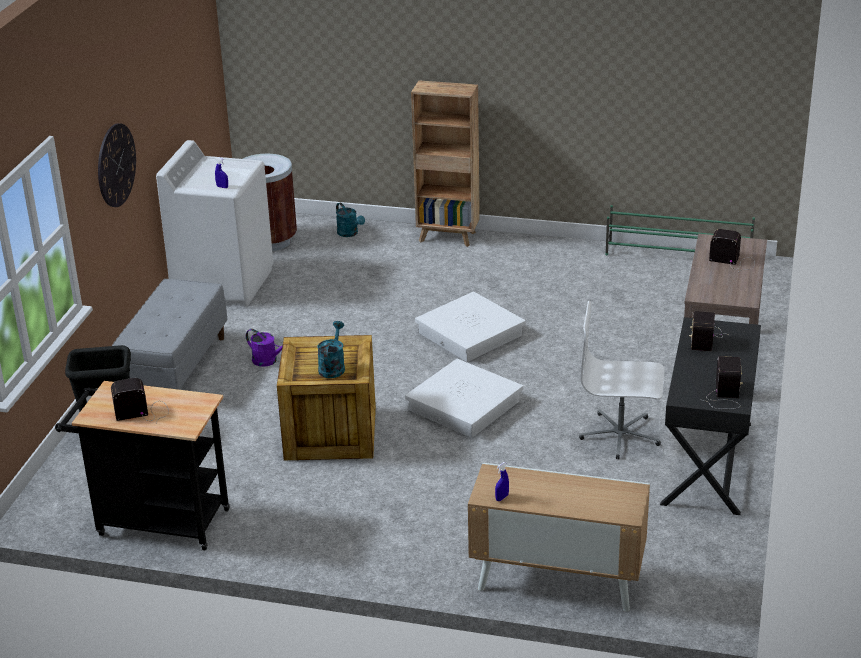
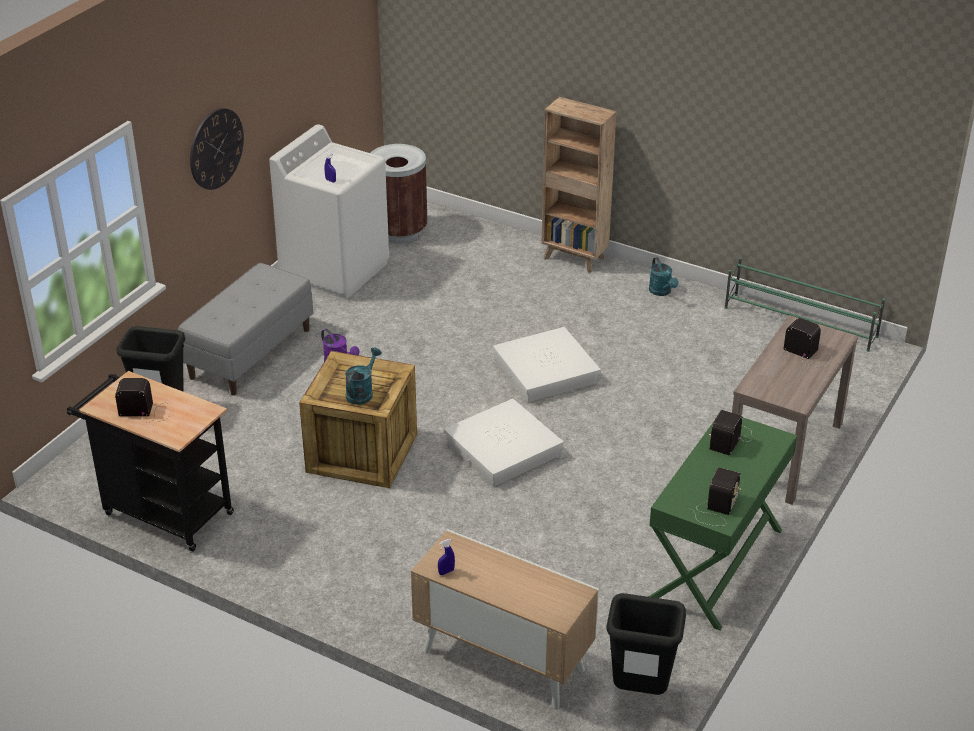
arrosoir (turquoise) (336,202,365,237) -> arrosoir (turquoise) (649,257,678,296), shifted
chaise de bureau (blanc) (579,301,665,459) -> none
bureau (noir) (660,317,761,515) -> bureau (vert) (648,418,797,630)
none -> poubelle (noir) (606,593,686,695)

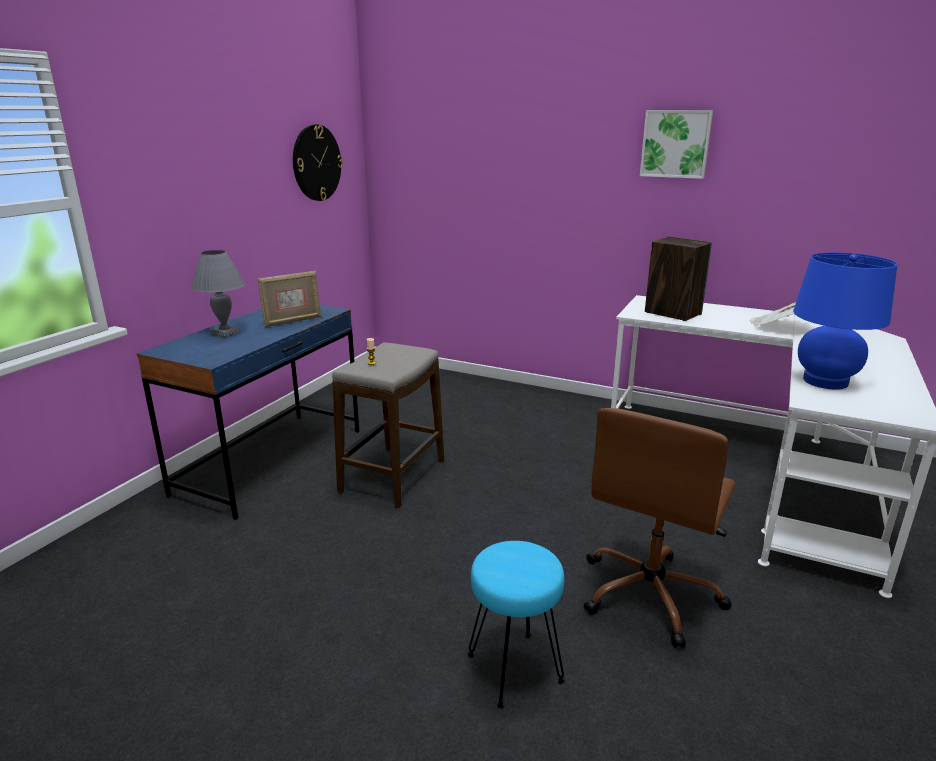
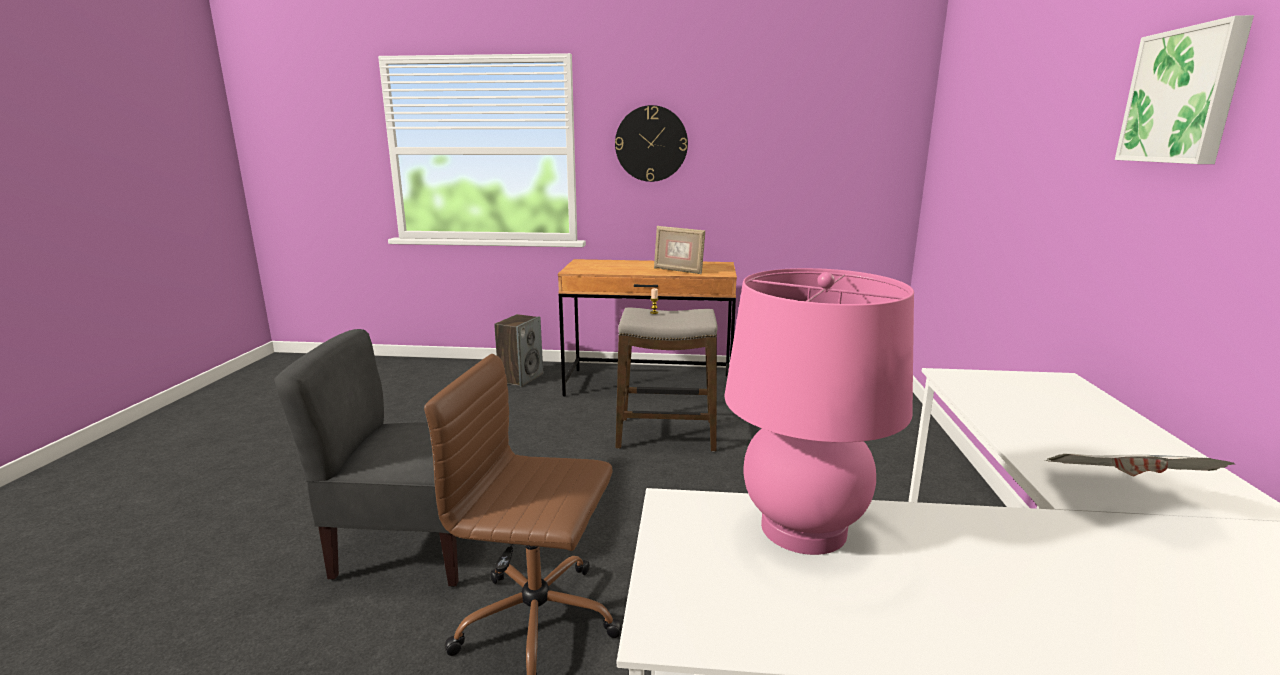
bureau (bleu) (137,305,359,520) -> bureau (marron) (558,259,737,397)
lampe de table (gris) (191,250,245,338) -> none
horloge murale (293,124,343,201) -> horloge murale (615,105,688,182), shifted
tabouret (turquoise) (467,541,565,709) -> chaise (gris) (274,329,459,587)
enceinte (645,236,712,321) -> enceinte (494,314,543,387), shifted
lampe de table (bleu) (793,252,898,389) -> lampe de table (rose) (725,268,914,555)

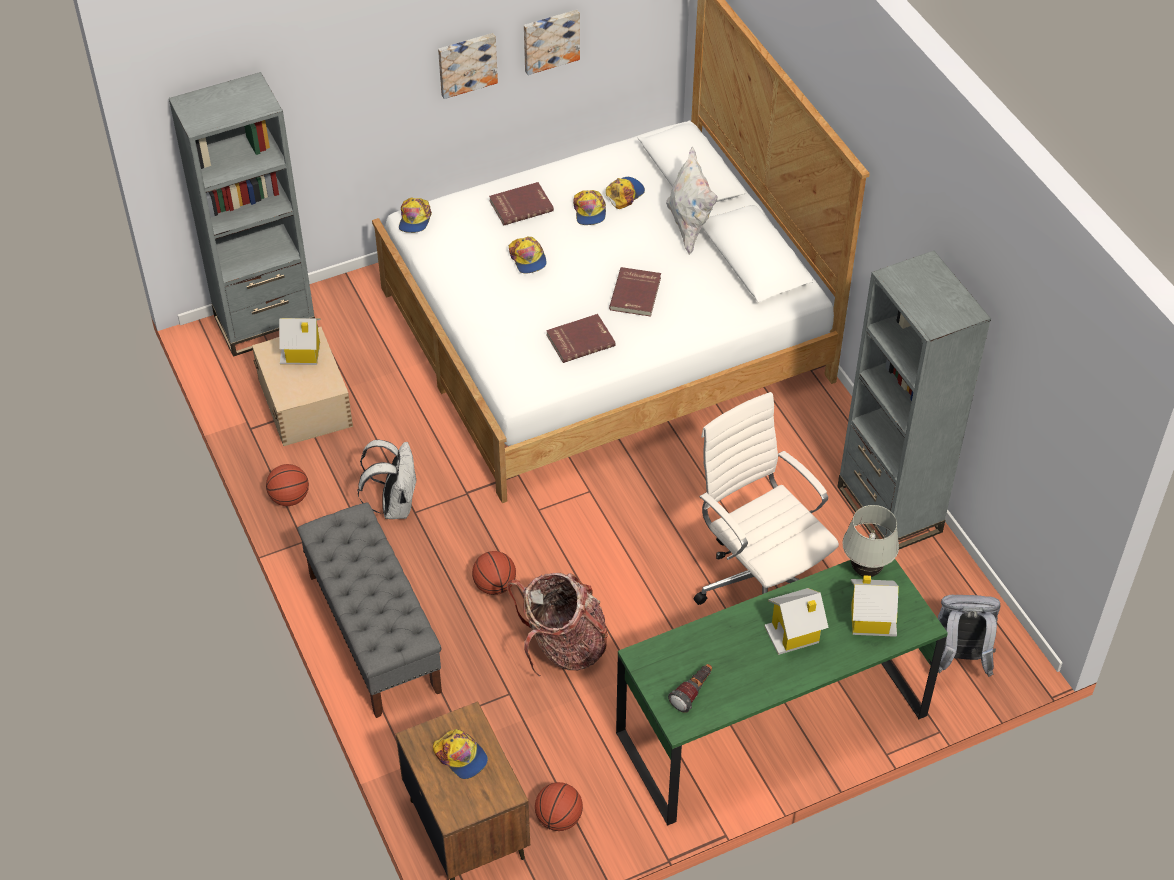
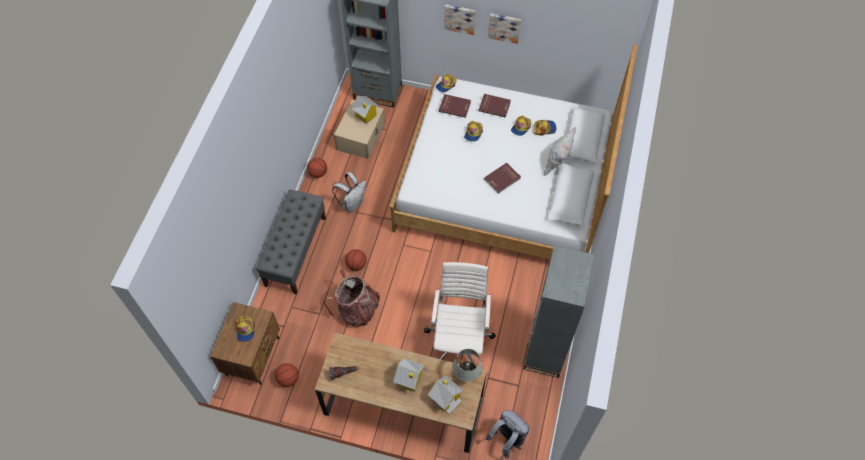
tableau (524,10,580,75) -> tableau (444,4,476,35), shifted
livre (rouge) (546,314,616,363) -> livre (rouge) (439,94,471,118), shifted
bureau (vert) (616,559,948,826) -> bureau (marron) (315,333,487,453)

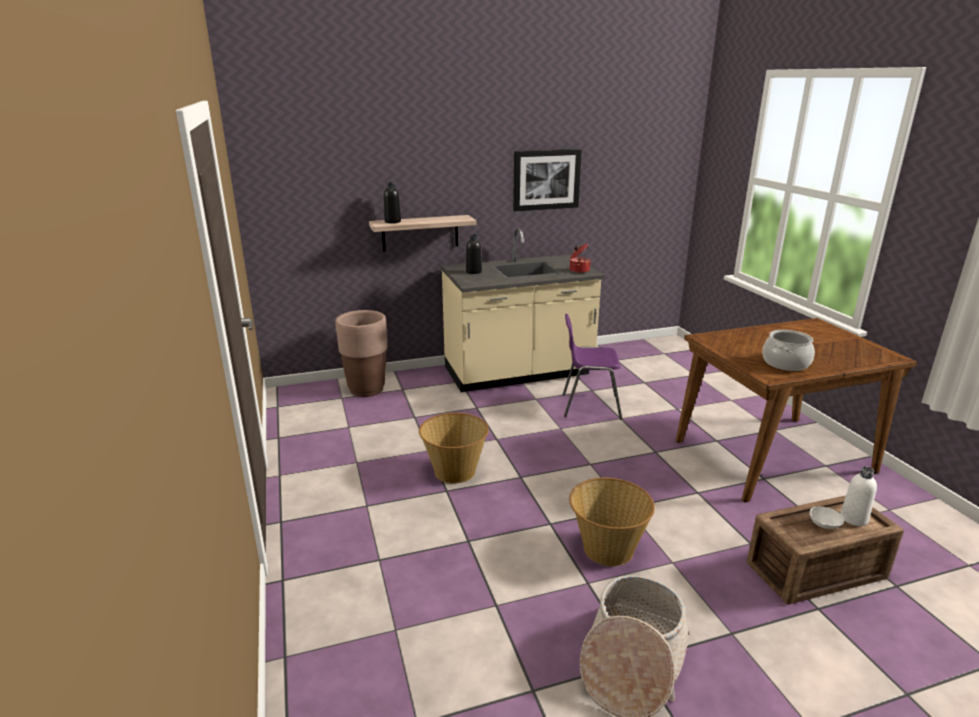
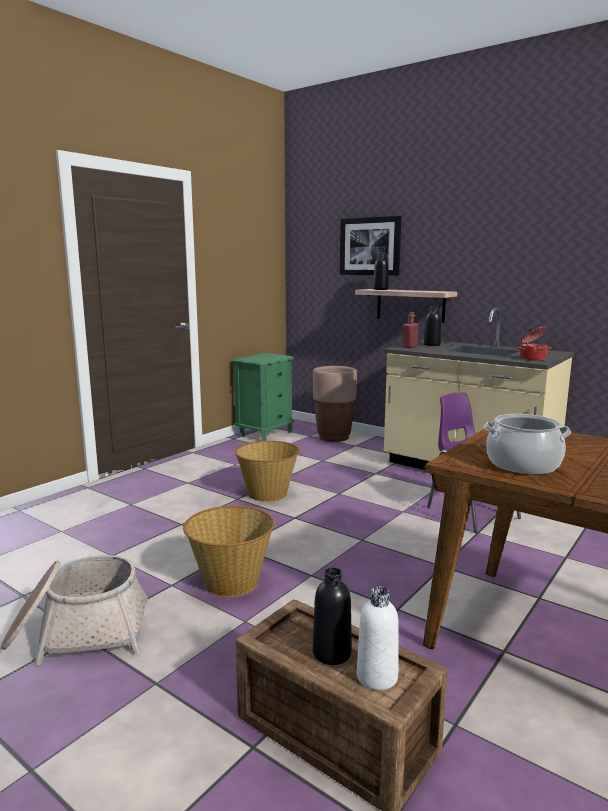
tableau (513,149,582,211) -> tableau (340,216,401,276), shifted
bol (blanc) (810,506,844,529) -> bouteille (noir) (313,567,352,665)
none -> table de chevet (vert) (233,353,294,441)
none -> bouteille (rouge) (402,312,419,348)

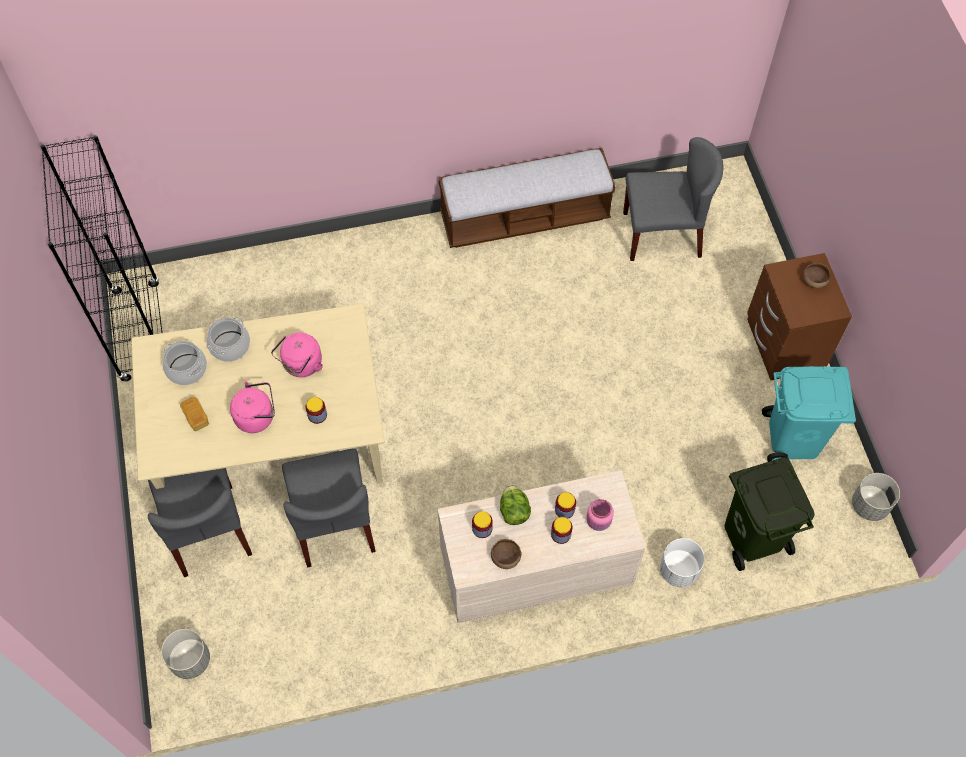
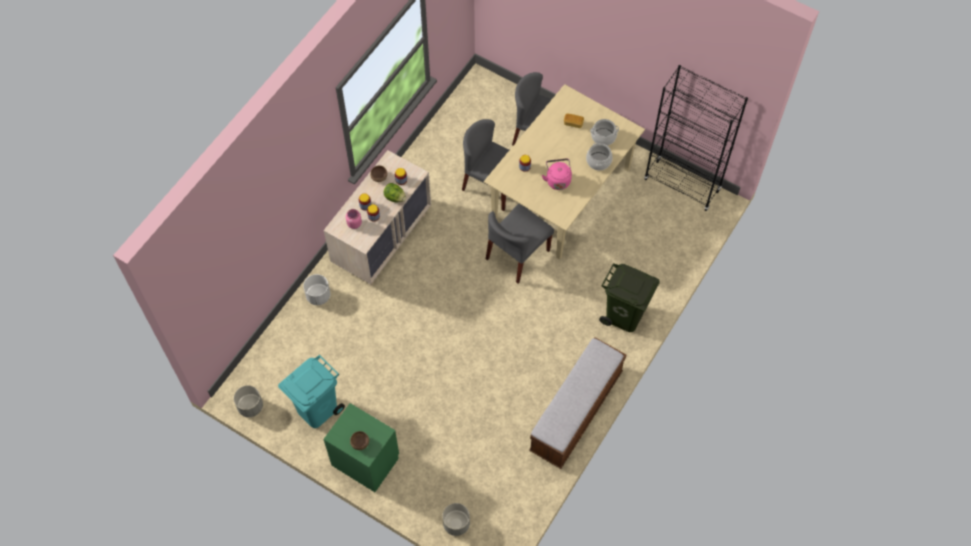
cache-pot (gris) (161,629,210,679) -> cache-pot (gris) (442,503,470,536), shifted
bouilloire (rose) (230,381,275,433) -> none
chaise (gris) (623,137,723,261) -> chaise (gris) (486,204,554,284), shifted
poubelle (vert) (725,457,814,571) -> poubelle (vert) (599,263,660,332), shifted
table de chevet (marron) (747,253,852,380) -> table de chevet (vert) (323,403,399,492)

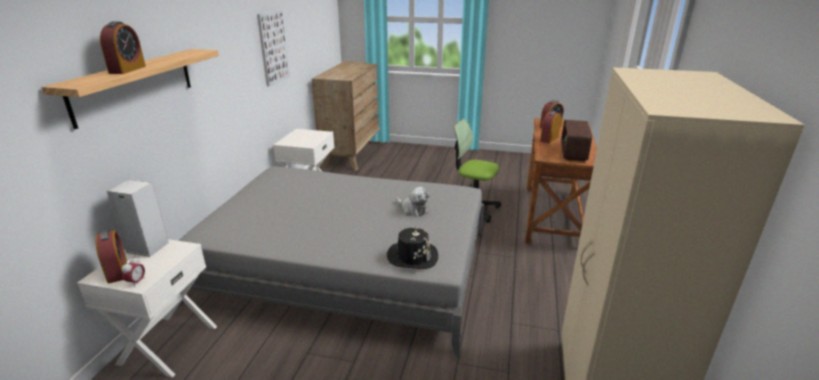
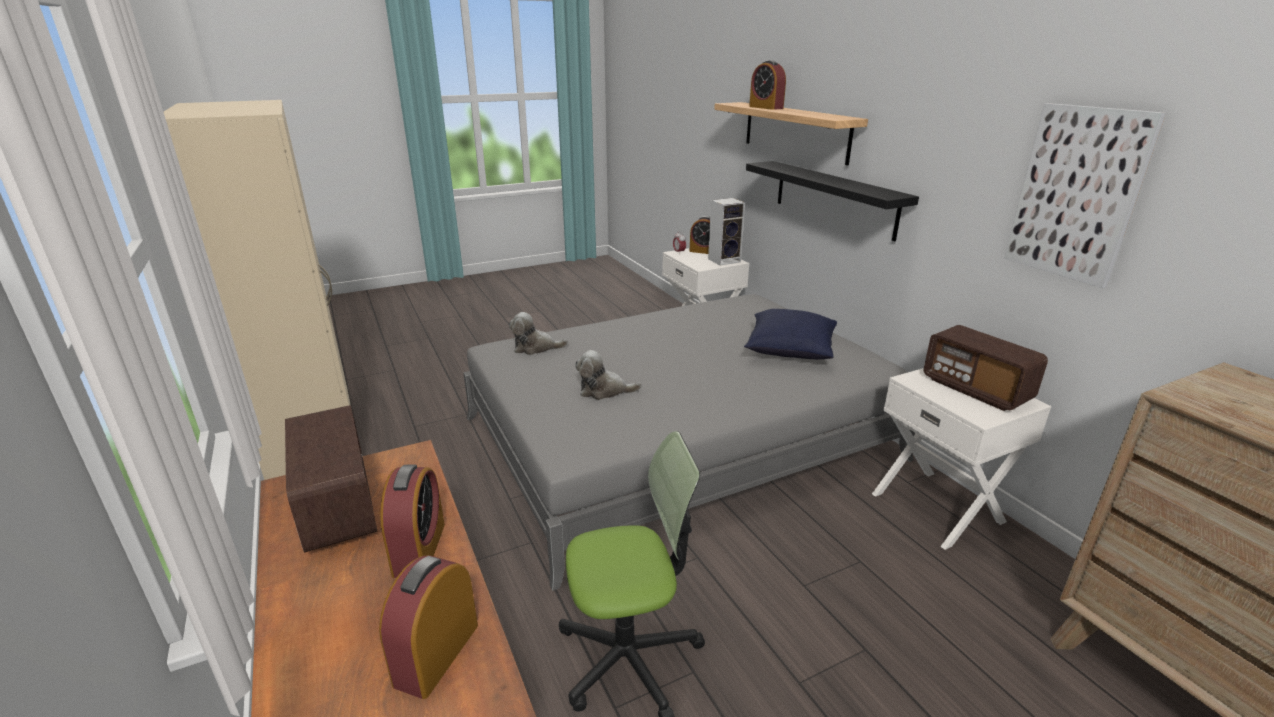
chapeau (noir) (387,227,438,269) -> peluche (509,312,568,355)
none -> coussin (bleu) (744,309,837,359)
none -> étagère (noir) (746,161,919,241)
none -> radio (924,325,1048,411)

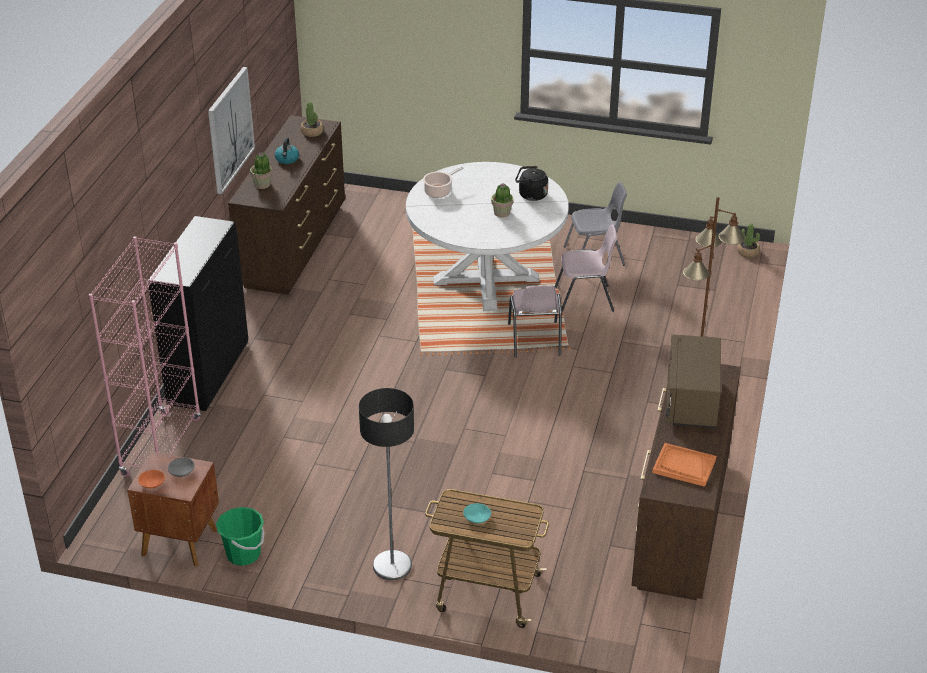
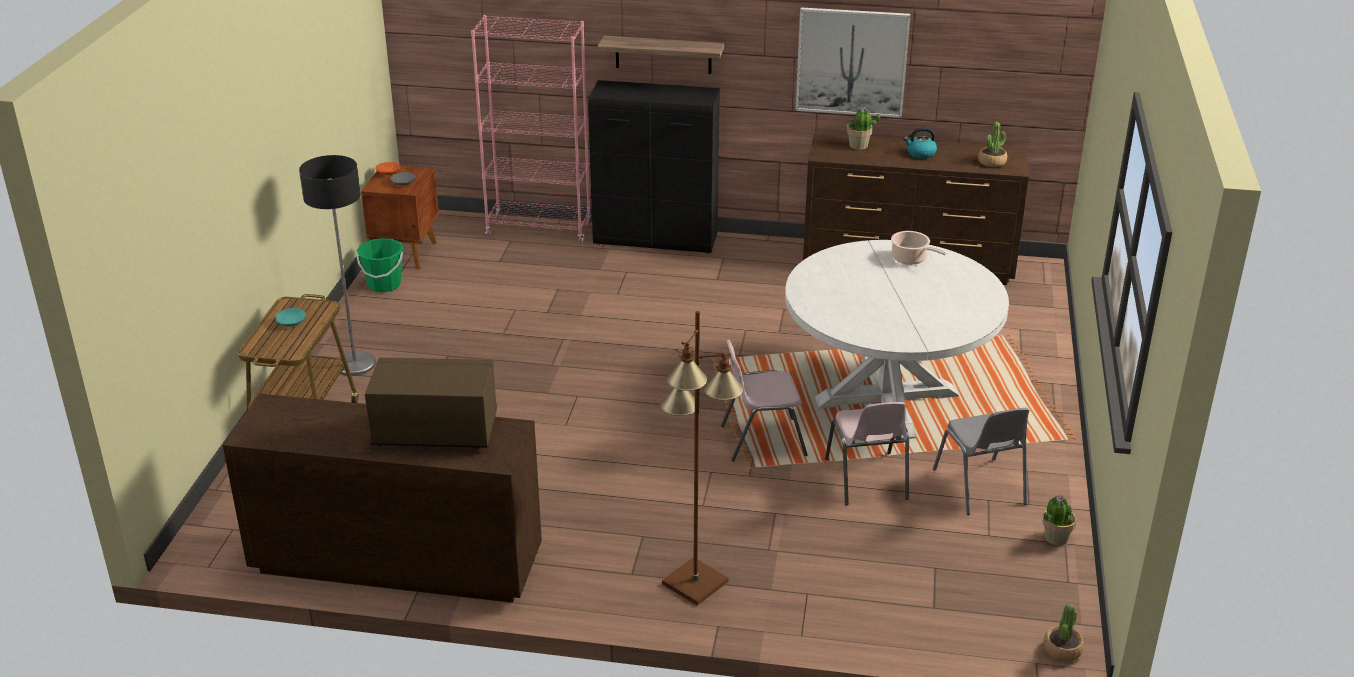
plante en pot (491,183,513,218) -> plante en pot (1043,495,1077,545), shifted
bouilloire (noir) (515,166,548,201) -> none
plateau (orange) (652,443,716,487) -> none
none -> étagère (597,36,724,74)

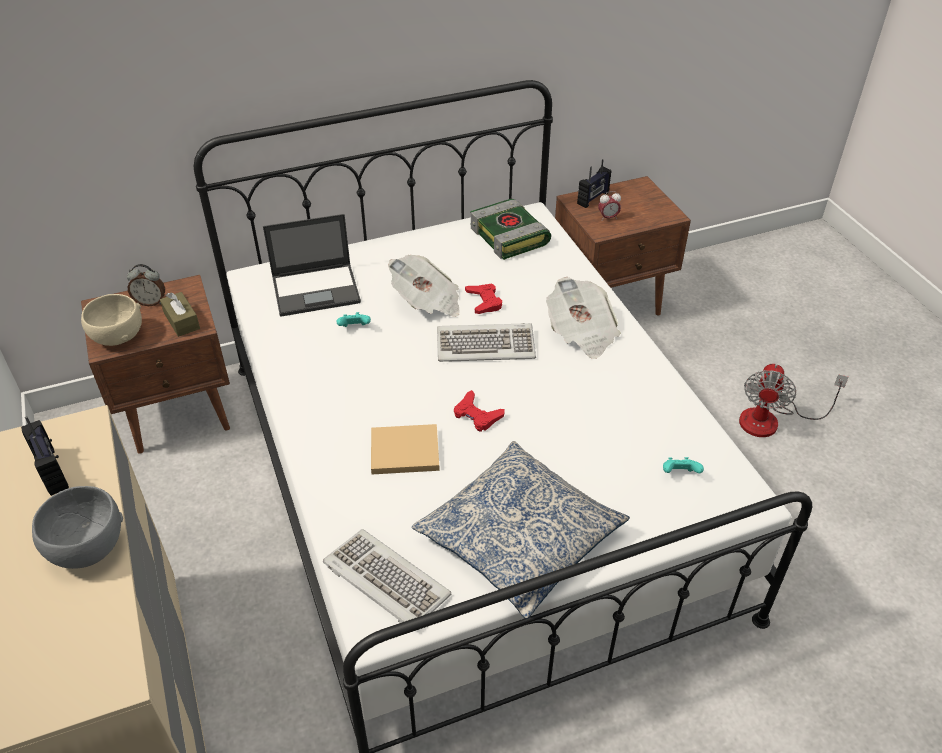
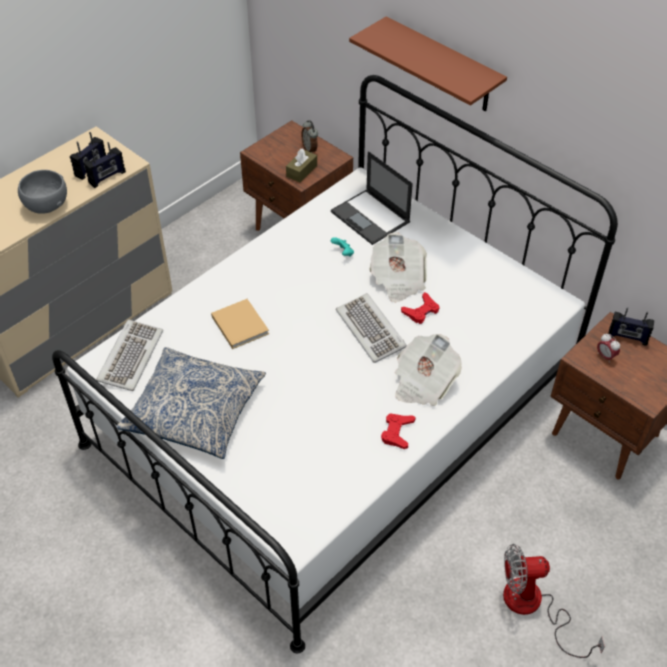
bol (beige) (81,294,142,346) -> none
manette (rouge) (454,390,505,432) -> manette (rouge) (381,414,416,449), shifted
livre (470,199,551,260) -> none
manette (turquoise) (663,457,704,473) -> none
none -> radio (84,142,126,188)
none -> étagère (marron) (349,16,507,111)

